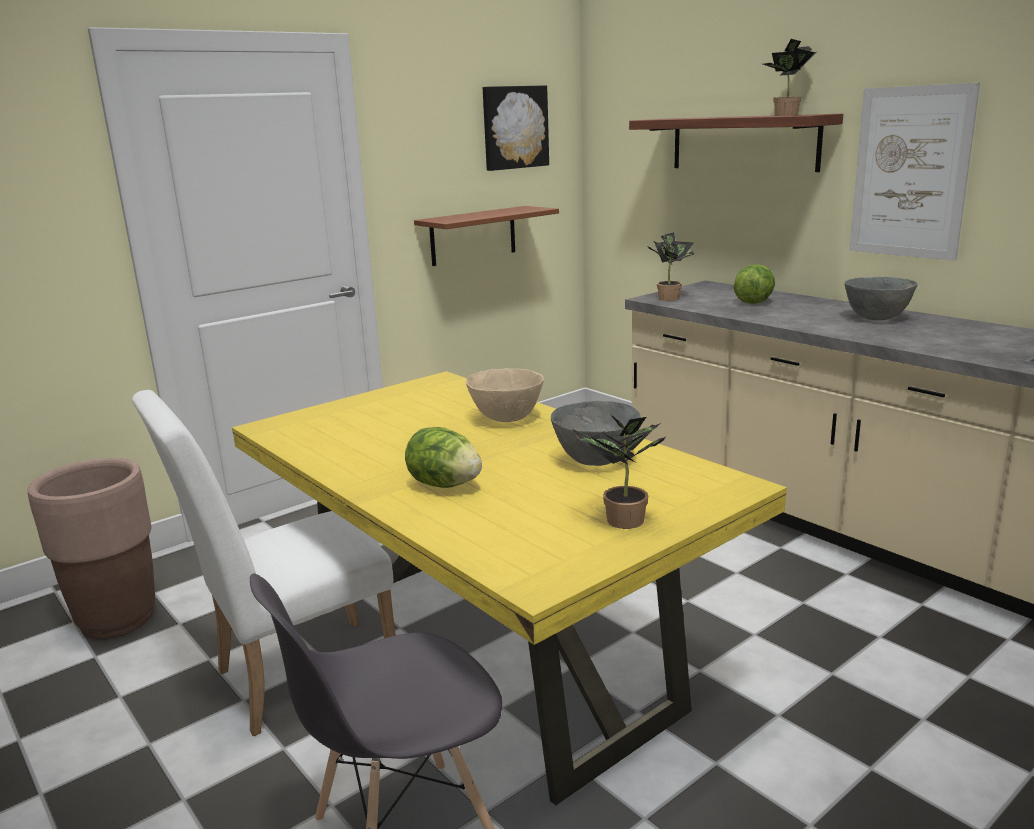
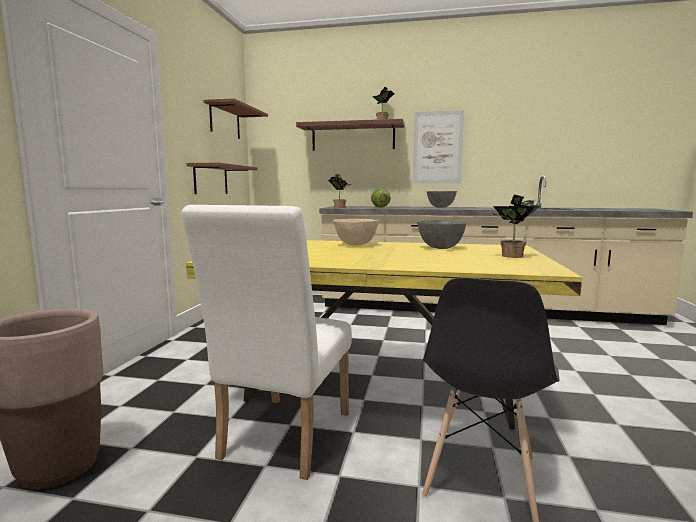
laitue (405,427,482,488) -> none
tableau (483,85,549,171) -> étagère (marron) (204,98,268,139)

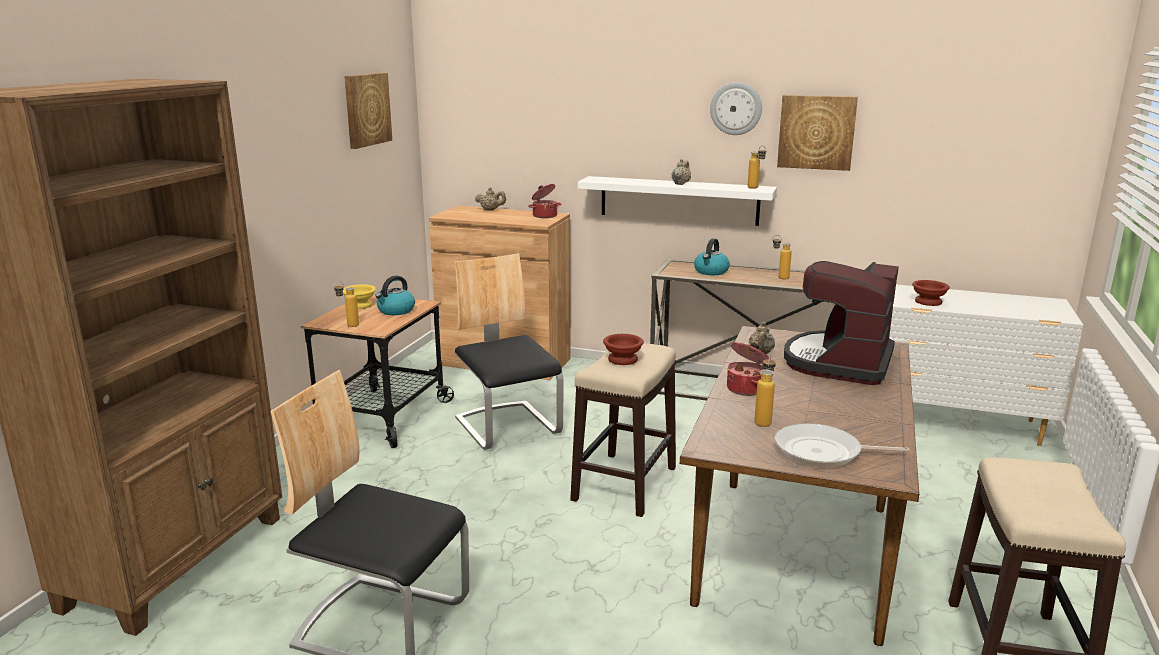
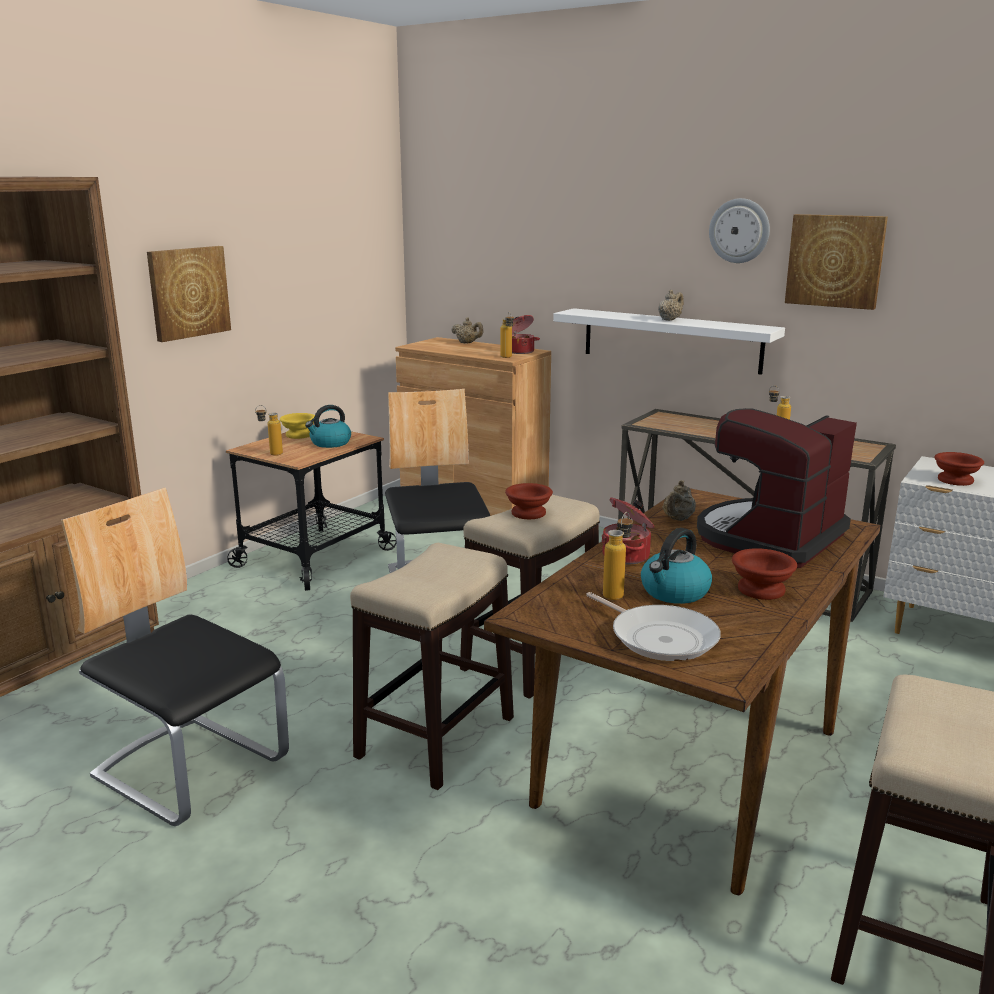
tableau (344,73,392,149) -> tableau (147,246,231,342), shifted
bouilloire (694,238,730,275) -> bouilloire (641,528,712,604), shifted
bouteille (748,145,766,189) -> bouteille (501,312,514,358), shifted
poêle (775,423,910,467) -> poêle (586,592,721,661), 150 degrees counterclockwise
none -> tabouret (350,543,514,790)
none -> bol (marron) (732,548,797,600)

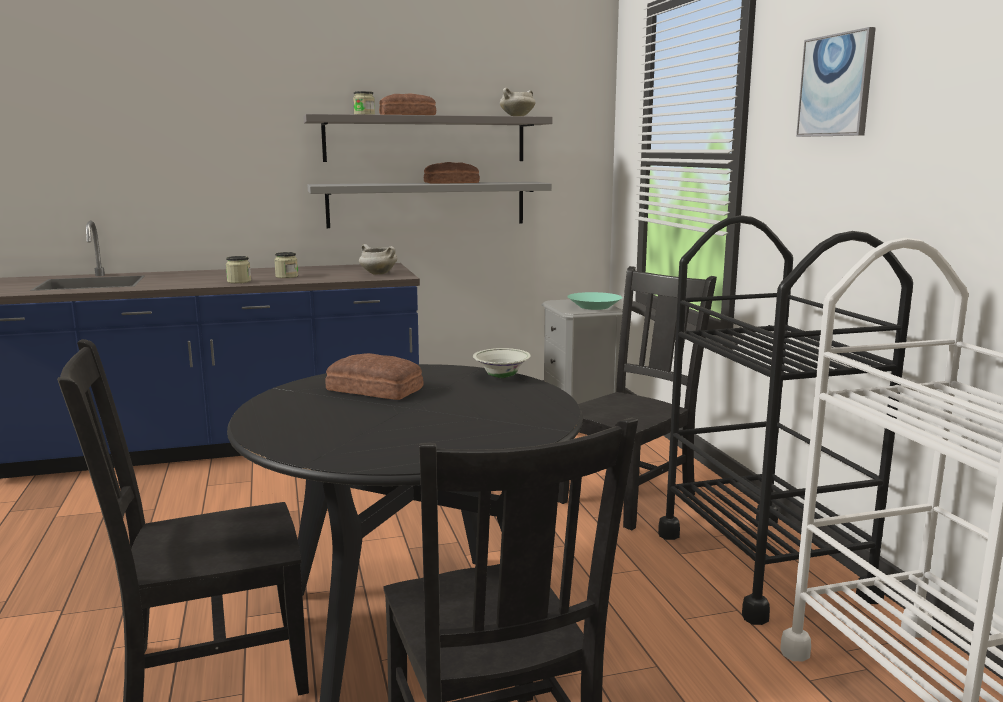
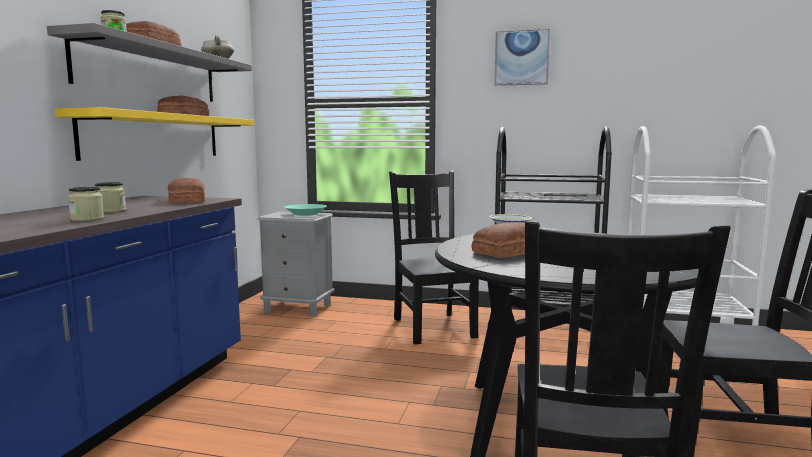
étagère (gris) (308,182,552,228) -> étagère (jaune) (55,107,254,161)
marmite (blanc) (359,244,397,275) -> pain (167,178,205,203)

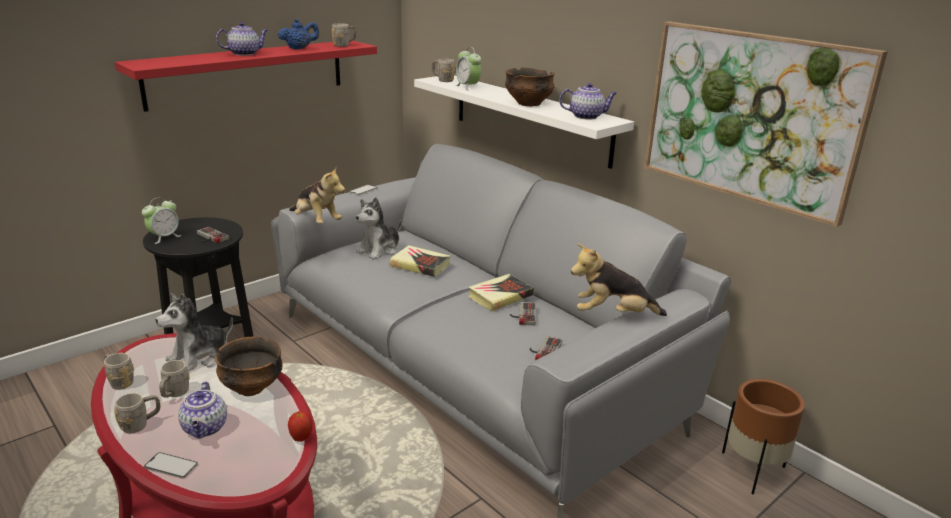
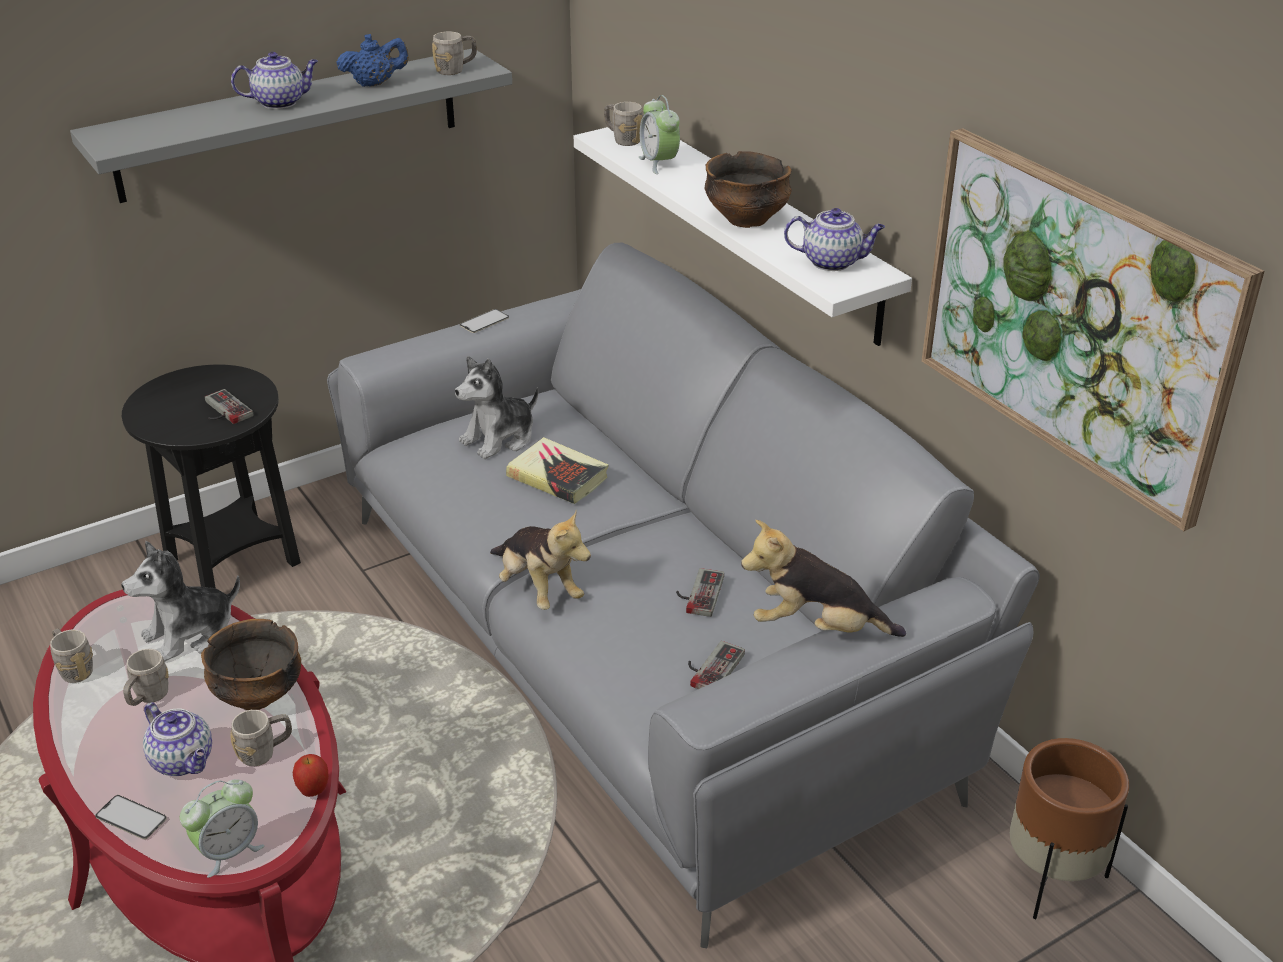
mug (gris) (114,393,160,433) -> mug (gris) (230,710,292,766), shifted
étagère (rouge) (115,41,377,112) -> étagère (gris) (70,49,512,203)
réveil (142,197,182,244) -> réveil (180,779,265,878), shifted
théière (178,382,227,439) -> théière (143,702,212,776), 45 degrees counterclockwise
peluche (289,167,345,224) -> peluche (490,510,591,610), shifted
livre (468,274,534,311) -> none

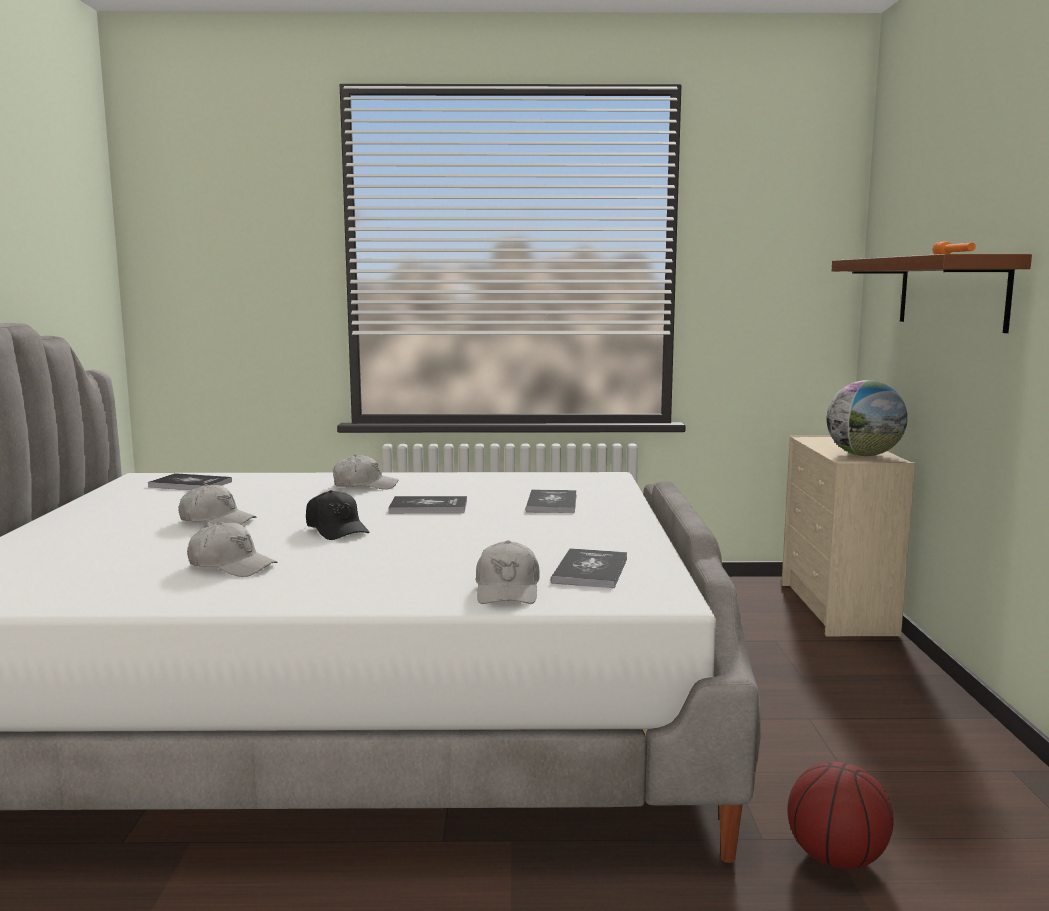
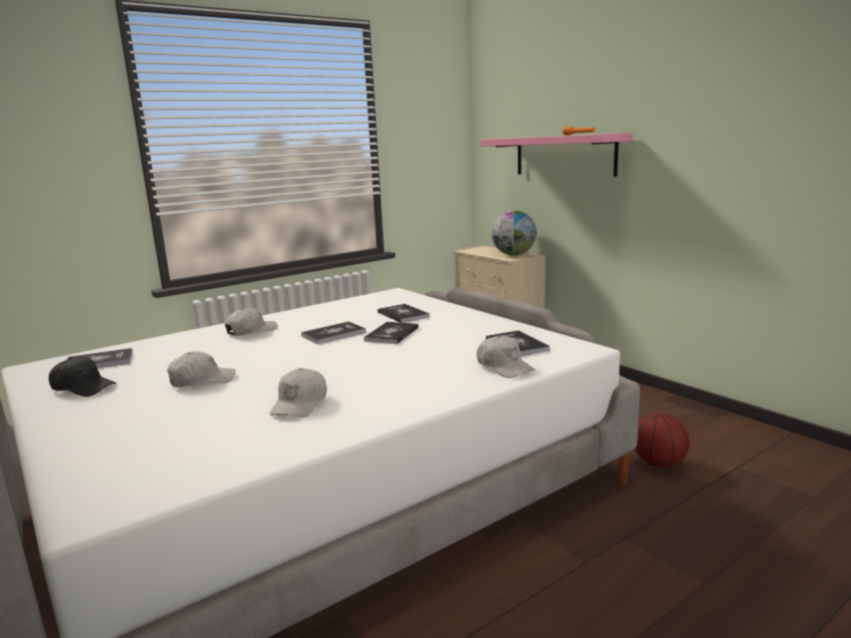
casquette (blanc) (187,522,277,577) -> casquette (blanc) (270,368,327,418), 120 degrees clockwise
casquette (noir) (306,490,370,540) -> casquette (noir) (49,357,116,397), shifted
étagère (marron) (832,254,1032,333) -> étagère (rose) (481,133,632,176)
none -> livre (364,322,419,344)

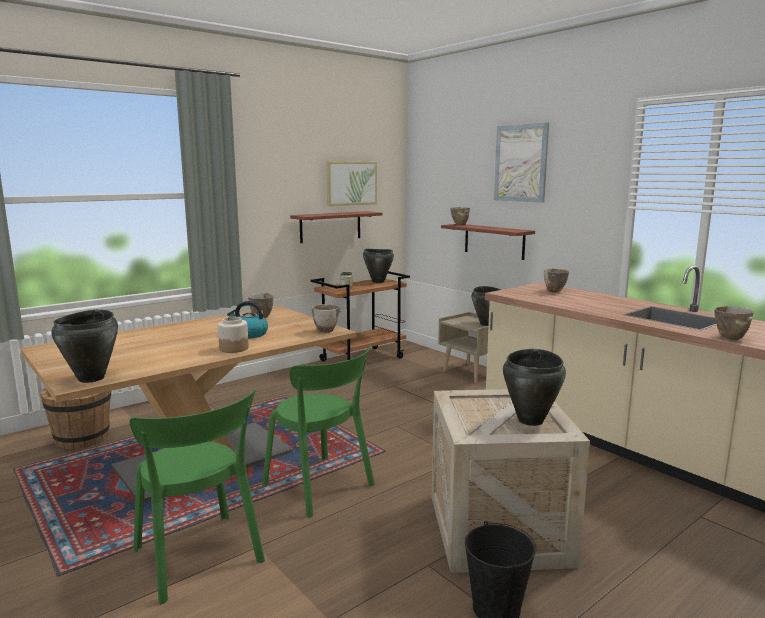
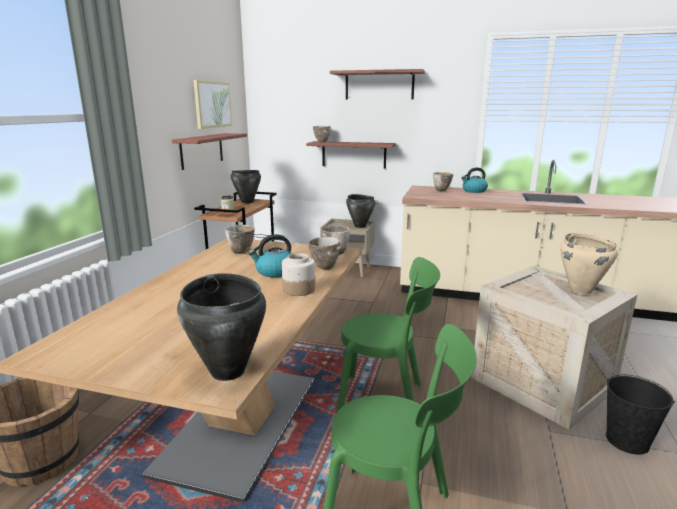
tableau (494,122,549,203) -> étagère (330,69,425,99)
marmite (noir) (503,349,566,426) -> marmite (beige) (560,233,618,295)
bol (714,306,754,340) -> bol (308,237,340,269), shifted
none -> bouilloire (461,167,488,193)

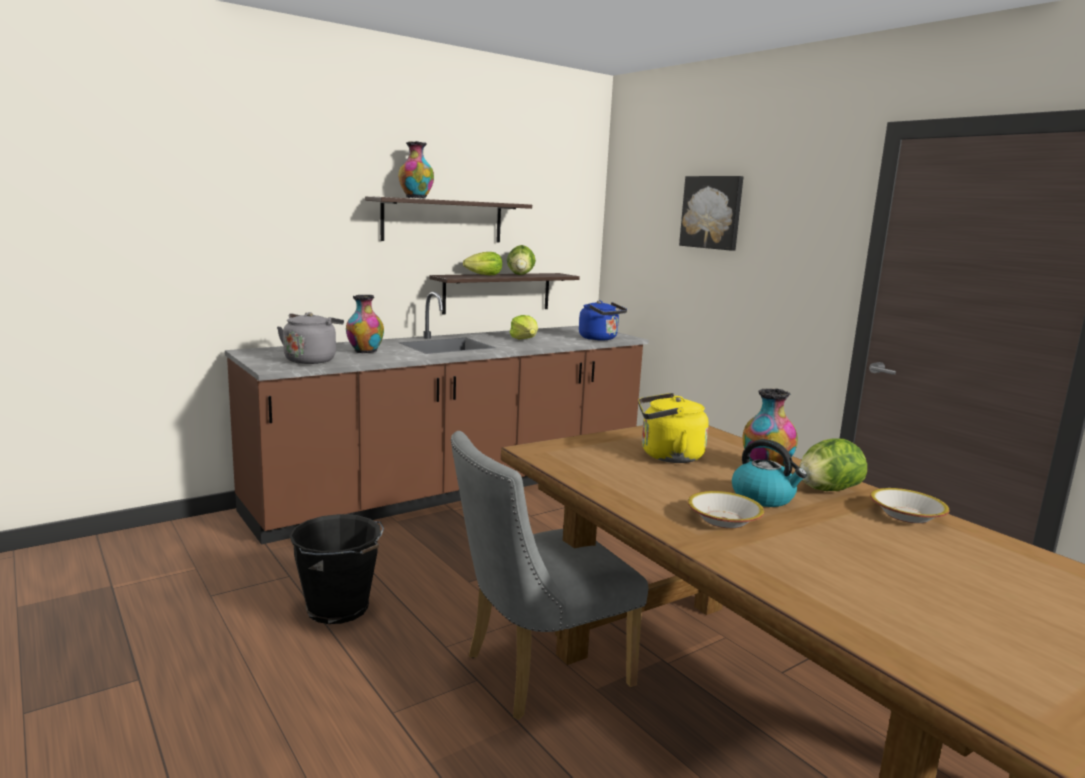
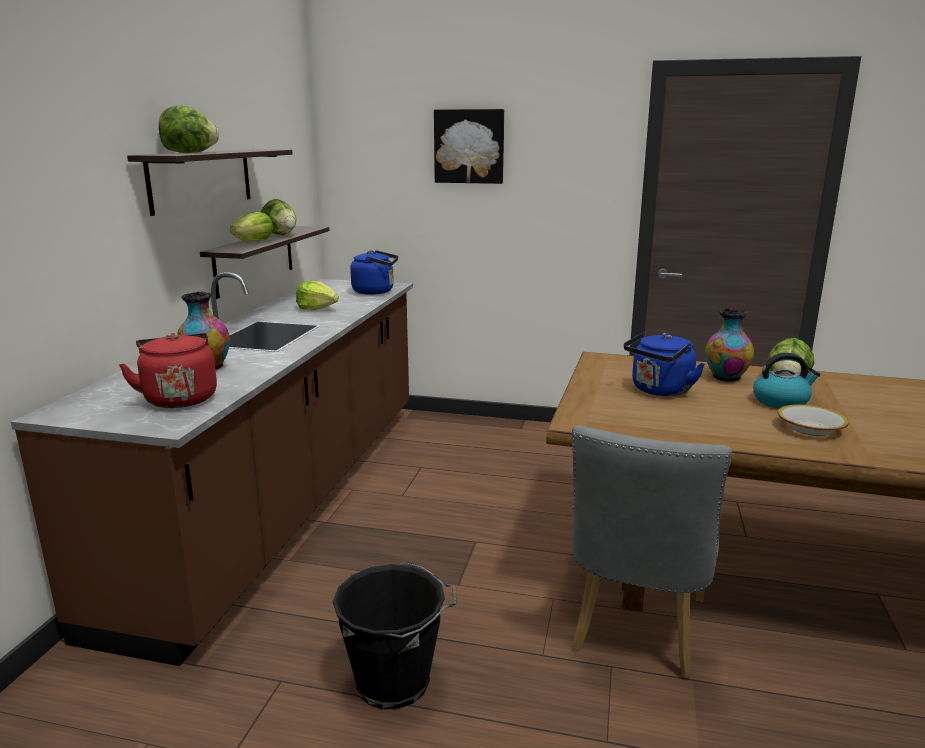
bouilloire (gris) (277,312,344,364) -> bouilloire (rouge) (119,333,217,408)
vase (398,141,434,198) -> laitue (159,105,219,153)
bouilloire (jaune) (638,393,709,463) -> bouilloire (bleu) (624,332,705,396)
bol (870,488,949,523) -> none

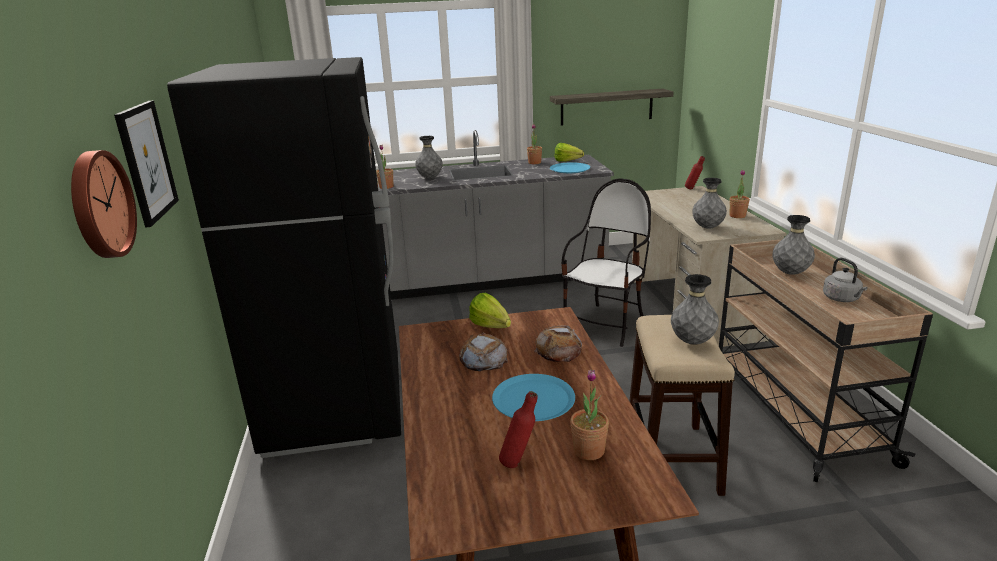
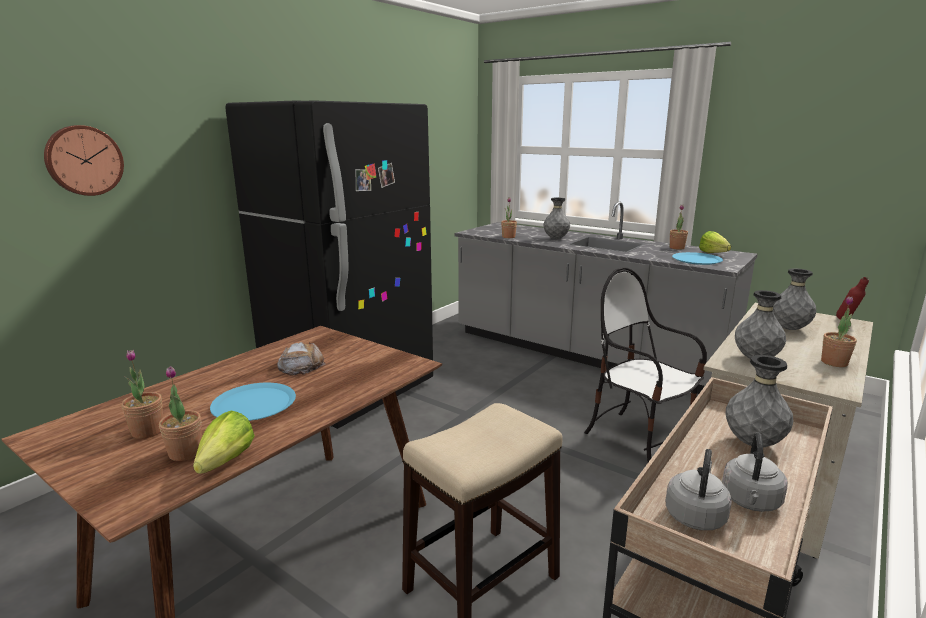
tableau (114,101,179,228) -> none
laitue (469,293,511,328) -> laitue (193,411,255,474), shifted
bouteille (rouge) (499,391,538,468) -> plante en pot (121,350,163,439)
pain (534,325,582,362) -> none
étagère (550,89,674,126) -> none
chaise (561,178,651,347) -> chaise (584,267,707,462), 120 degrees counterclockwise
vase (gris) (671,274,719,345) -> vase (gris) (773,268,816,330), shifted
none -> bouilloire (gris) (666,449,732,530)

